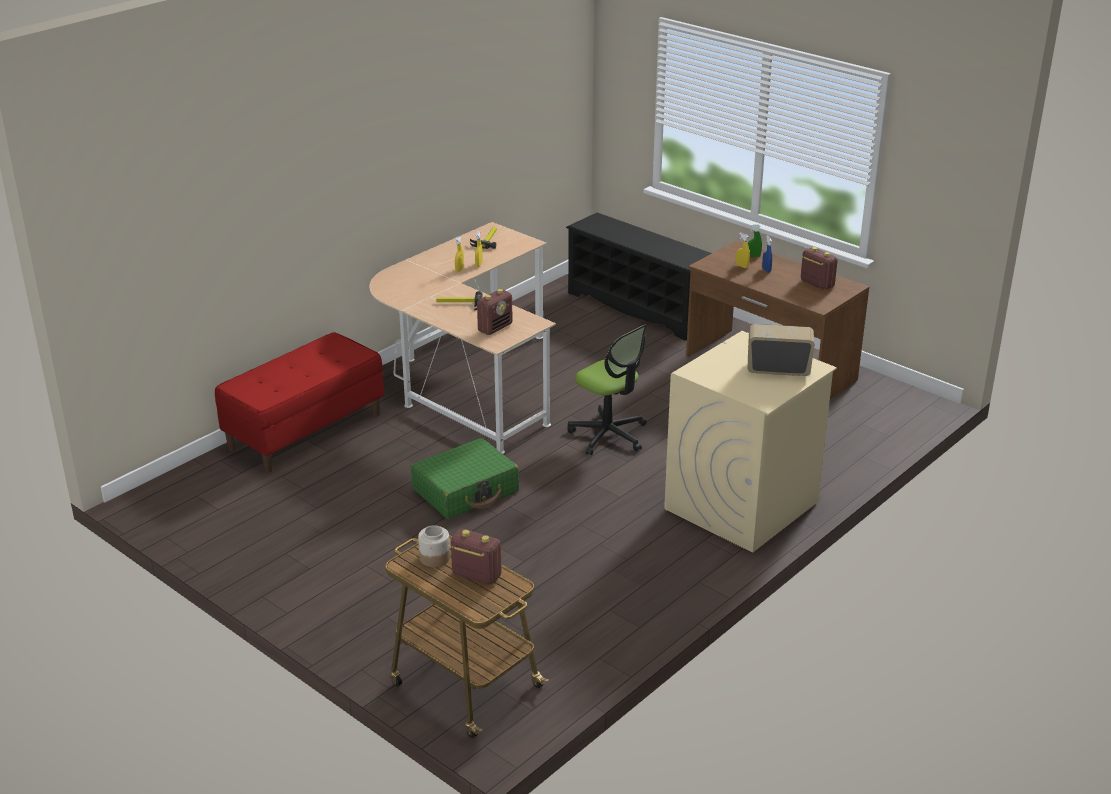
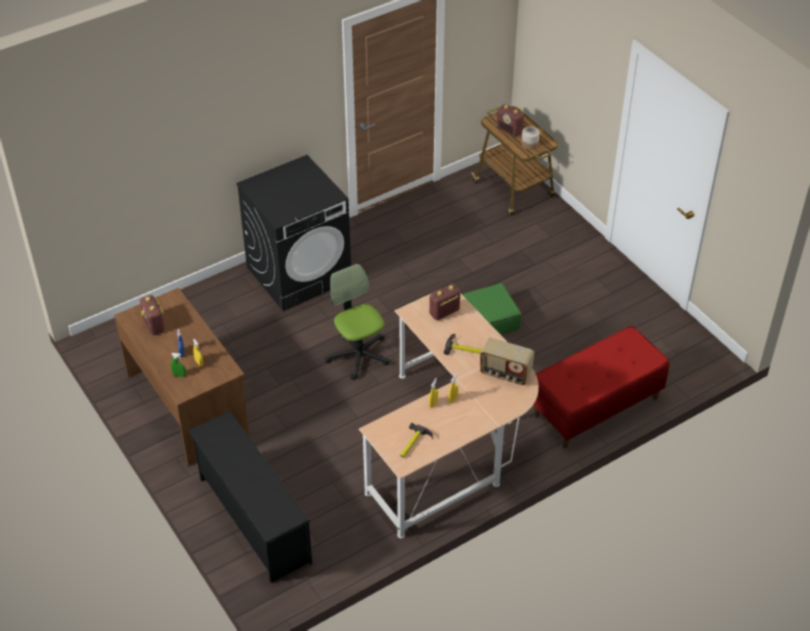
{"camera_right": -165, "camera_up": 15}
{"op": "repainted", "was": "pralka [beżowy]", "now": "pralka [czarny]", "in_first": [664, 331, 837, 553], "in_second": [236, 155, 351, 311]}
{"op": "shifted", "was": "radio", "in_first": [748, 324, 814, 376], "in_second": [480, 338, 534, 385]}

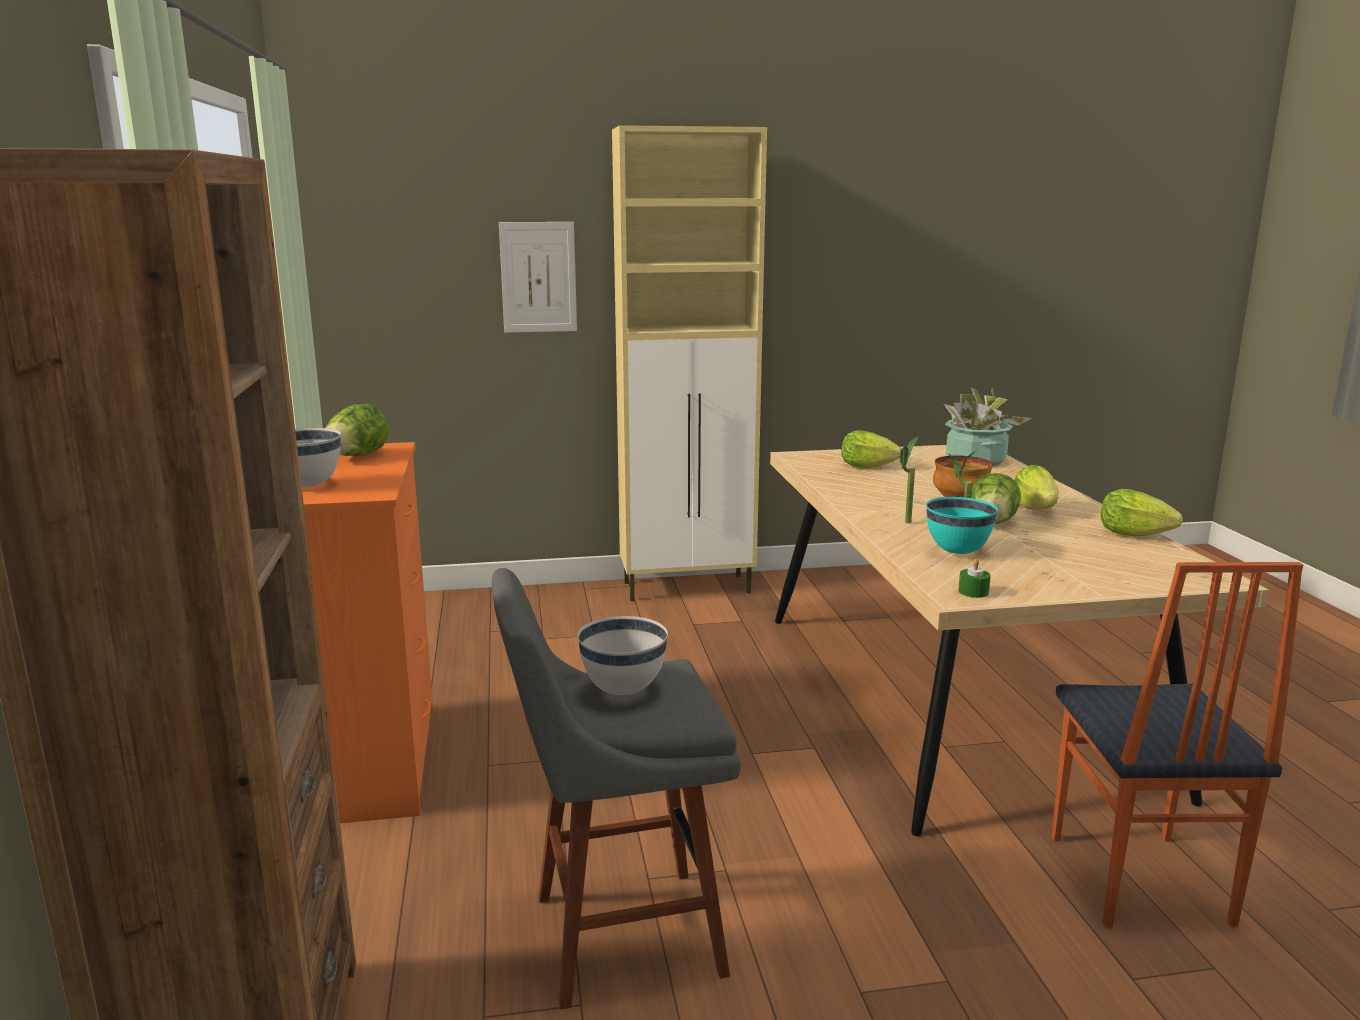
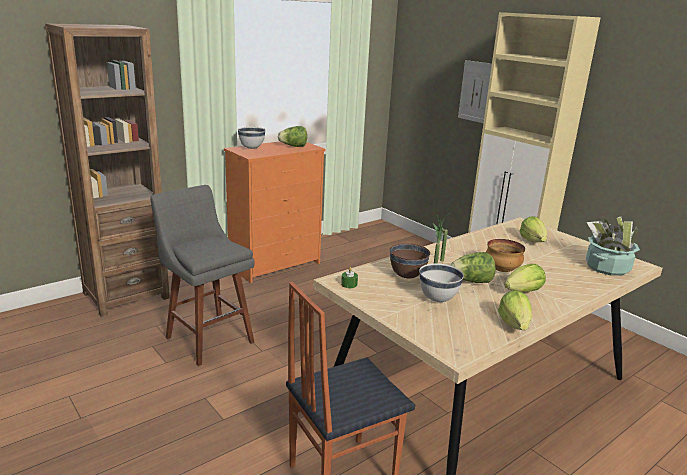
{"camera_right": 60, "camera_up": 5}
{"op": "repainted", "was": "miska [turkusowy]", "now": "miska [brązowy]", "in_first": [926, 497, 998, 554], "in_second": [390, 243, 430, 278]}
{"op": "shifted", "was": "miska [biały]", "in_first": [577, 616, 668, 695], "in_second": [419, 263, 464, 302]}

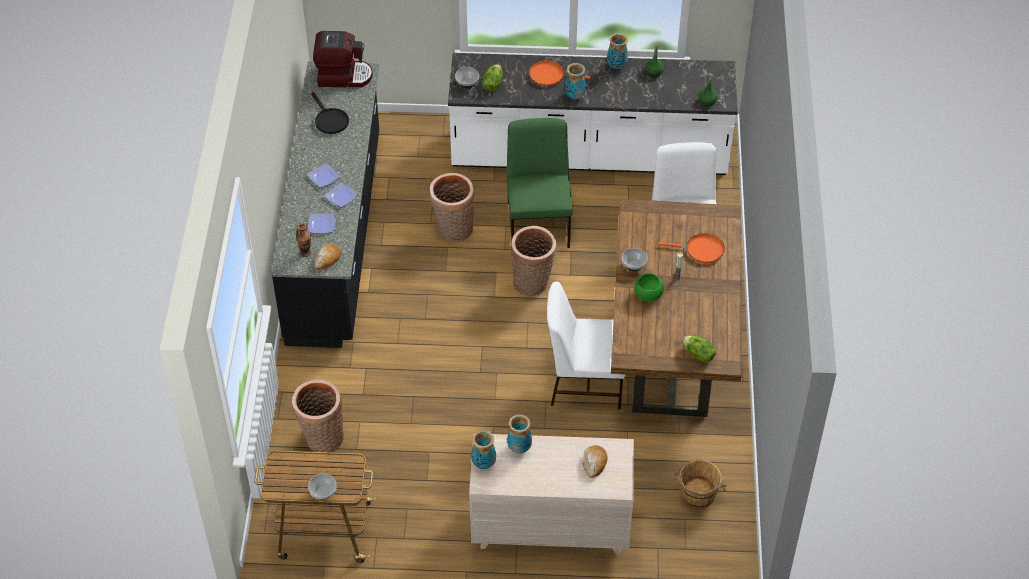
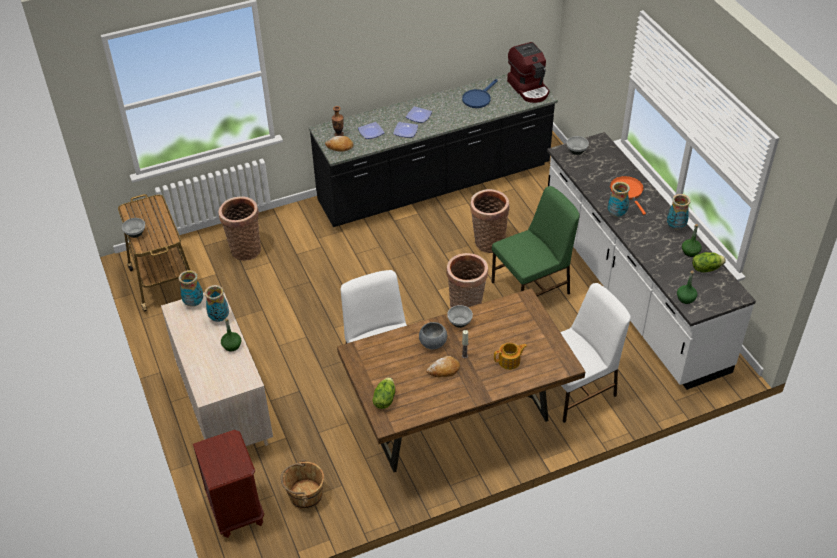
{"camera_right": 65, "camera_up": -5}
{"op": "new", "now": "szafka nocna [brązowy]", "in_second": [193, 430, 264, 538]}
{"op": "new", "now": "butelka [zielony]", "in_second": [221, 319, 241, 352]}
{"op": "repainted", "was": "miska [zielony]", "now": "miska [szary]", "in_first": [635, 273, 664, 302], "in_second": [419, 322, 447, 349]}
{"op": "shifted", "was": "chleb", "in_first": [582, 445, 607, 478], "in_second": [426, 356, 460, 377]}
{"op": "repainted", "was": "patelnia [czarny]", "now": "patelnia [niebieski]", "in_first": [311, 92, 349, 134], "in_second": [462, 79, 498, 108]}
{"op": "swapped", "was": "patelnia [pomarańczowy]", "now": "imbryk", "in_first": [658, 233, 725, 263], "in_second": [494, 343, 527, 370]}
{"op": "shifted", "was": "sałata", "in_first": [482, 64, 503, 91], "in_second": [692, 252, 726, 272]}

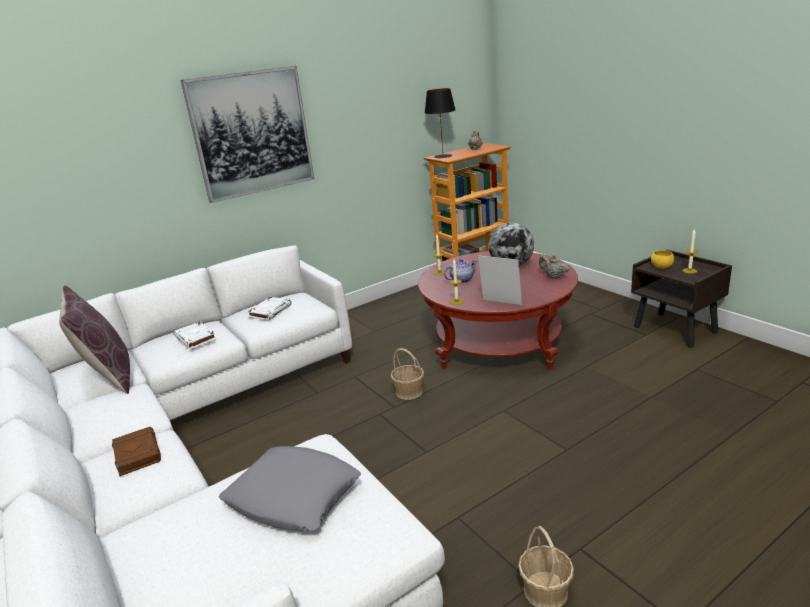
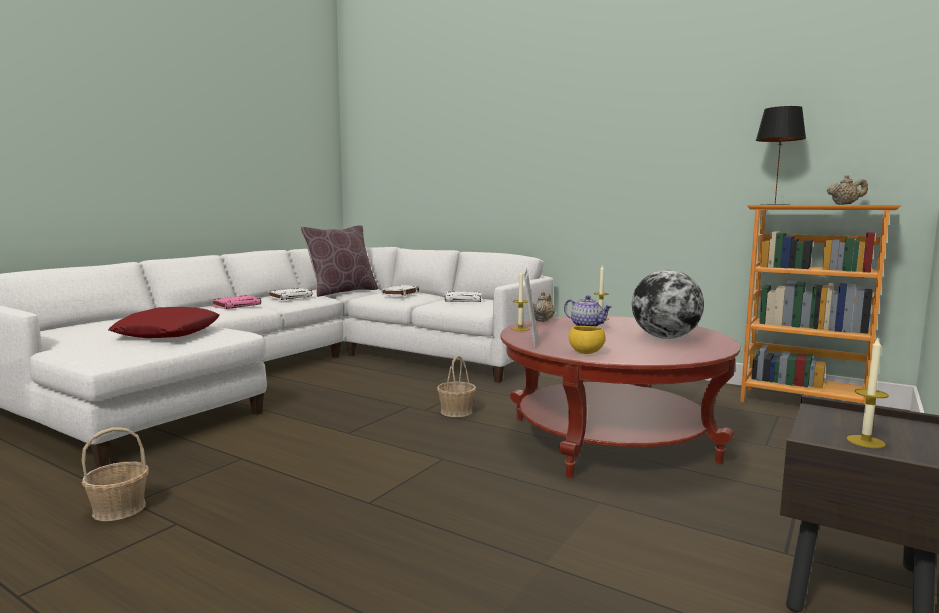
{"camera_right": 65, "camera_up": -15}
{"op": "repainted", "was": "poduszka [szary]", "now": "poduszka [czerwony]", "in_first": [219, 446, 361, 531], "in_second": [108, 307, 220, 338]}
{"op": "repainted", "was": "książka [brązowy]", "now": "książka [różowy]", "in_first": [112, 427, 161, 476], "in_second": [211, 295, 261, 309]}
{"op": "new", "now": "książka [biały]", "in_second": [268, 288, 312, 300]}
{"op": "shifted", "was": "imbryk [beżowy]", "in_first": [539, 255, 570, 279], "in_second": [533, 291, 555, 322]}
{"op": "shifted", "was": "miska [żółty]", "in_first": [651, 250, 674, 269], "in_second": [569, 326, 606, 354]}
{"op": "gone", "was": "obraz", "in_first": [181, 66, 314, 203]}

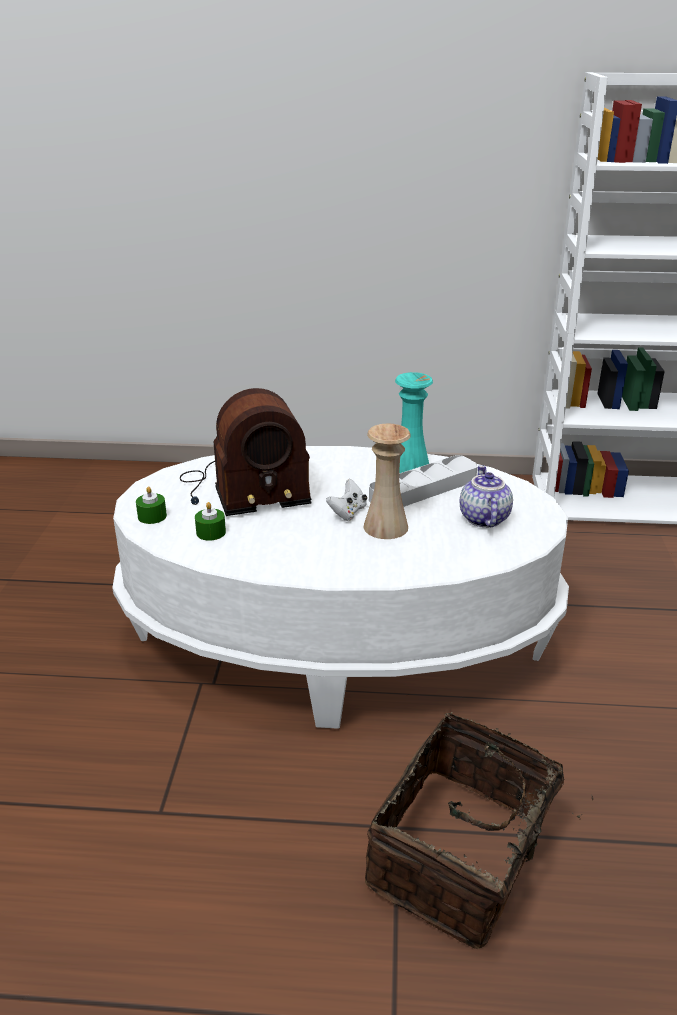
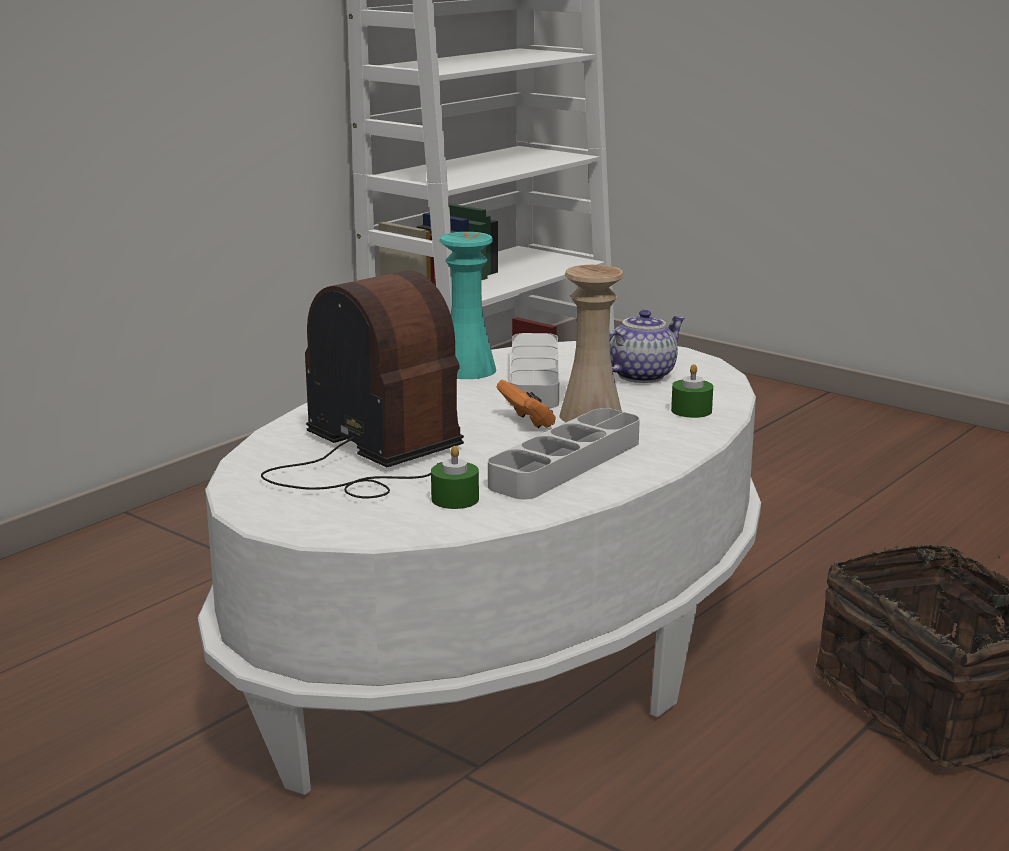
{"camera_right": -55, "camera_up": -10}
{"op": "rotated", "was": "radio", "in_first": [180, 388, 312, 516], "in_second": [261, 270, 464, 498], "clockwise": -60}
{"op": "new", "now": "taca [szary]", "in_second": [488, 408, 640, 499]}
{"op": "repainted", "was": "pad do gier [biały]", "now": "pad do gier [pomarańczowy]", "in_first": [326, 479, 367, 521], "in_second": [496, 380, 556, 428]}
{"op": "rotated", "was": "imbryk", "in_first": [460, 465, 513, 527], "in_second": [609, 310, 685, 383], "clockwise": 105}
{"op": "shifted", "was": "świeca [zielony]", "in_first": [136, 486, 167, 524], "in_second": [671, 364, 713, 418]}

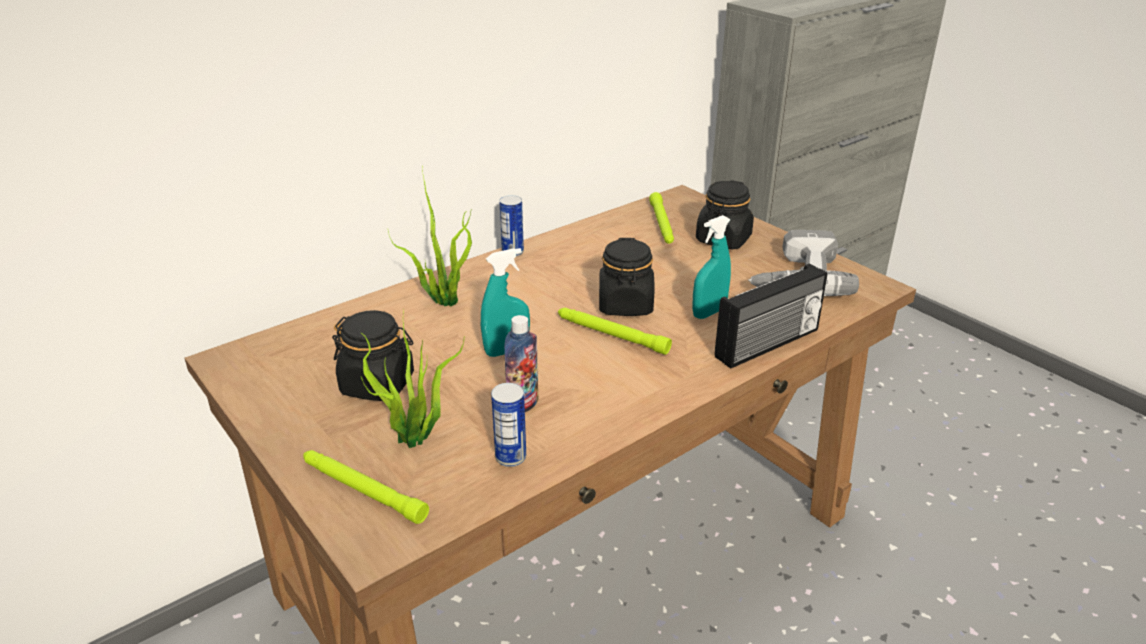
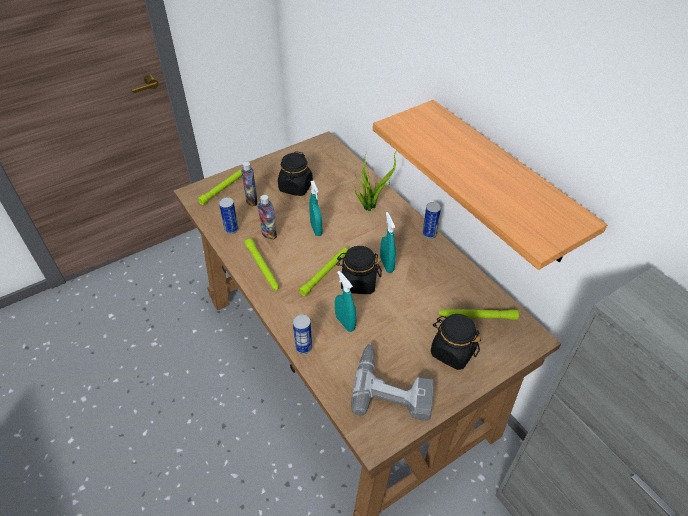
{"camera_right": 95, "camera_up": 15}
{"op": "swapped", "was": "roślina doniczkowa", "now": "butelka", "in_first": [361, 308, 465, 448], "in_second": [241, 162, 258, 206]}
{"op": "new", "now": "latarka [zielony]", "in_second": [244, 239, 279, 290]}
{"op": "swapped", "was": "radio", "now": "puszka", "in_first": [714, 264, 828, 369], "in_second": [293, 315, 312, 354]}
{"op": "new", "now": "półka", "in_second": [373, 100, 607, 270]}
{"op": "new", "now": "spryskiwacz [turkusowy]", "in_second": [380, 212, 396, 273]}

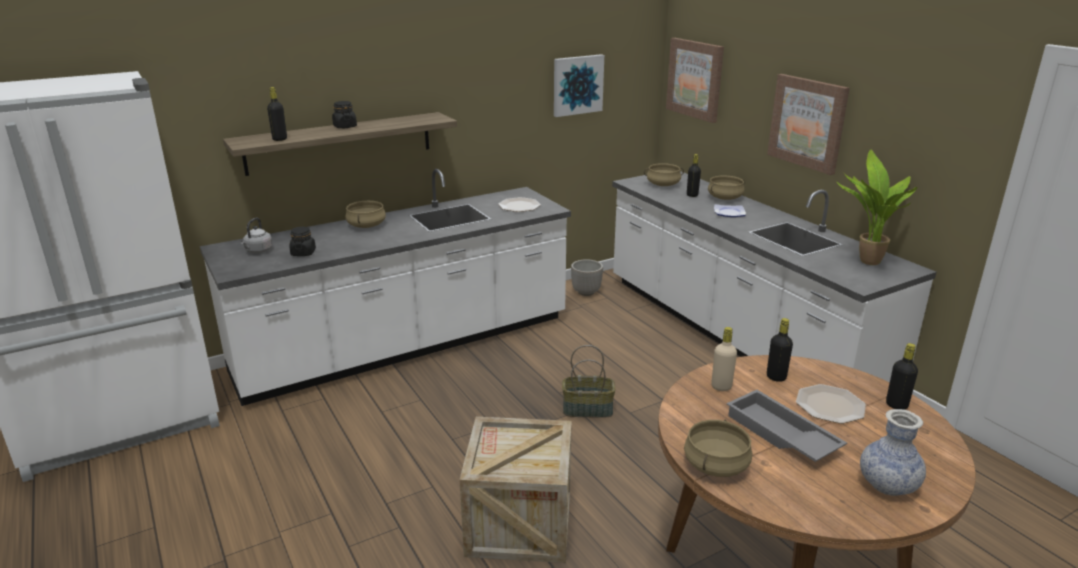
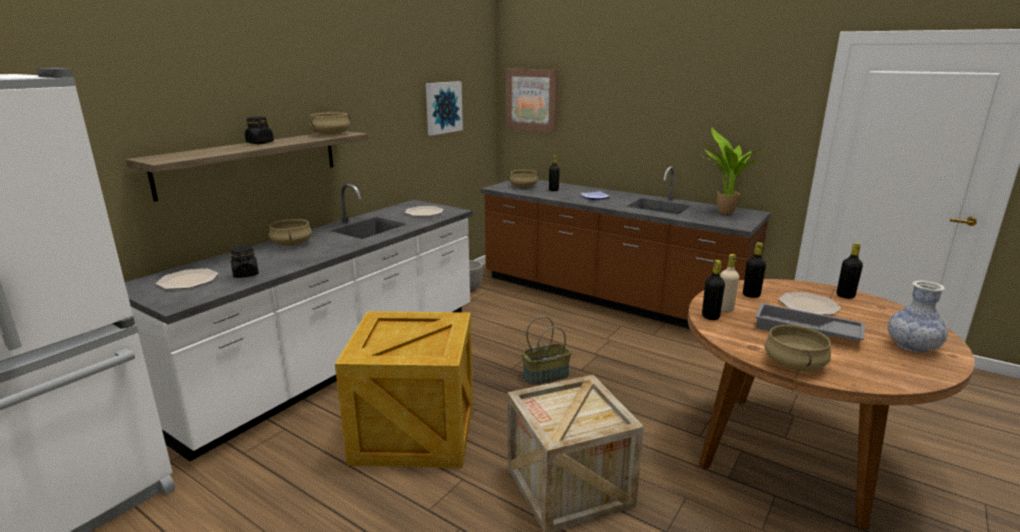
{"camera_right": -25, "camera_up": -5}
{"op": "swapped", "was": "czajnik [szary]", "now": "talerz", "in_first": [240, 218, 273, 253], "in_second": [156, 269, 219, 289]}
{"op": "shifted", "was": "garnek [beżowy]", "in_first": [708, 176, 745, 200], "in_second": [310, 112, 350, 135]}
{"op": "new", "now": "skrzynka", "in_second": [335, 311, 473, 468]}
{"op": "repainted", "was": "zabudowa kuchenna [biały]", "now": "zabudowa kuchenna [brązowy]", "in_first": [612, 171, 937, 382], "in_second": [481, 166, 771, 329]}
{"op": "shifted", "was": "butelka [czarny]", "in_first": [267, 87, 287, 141], "in_second": [702, 260, 725, 320]}
{"op": "gone", "was": "obraz", "in_first": [767, 74, 850, 175]}

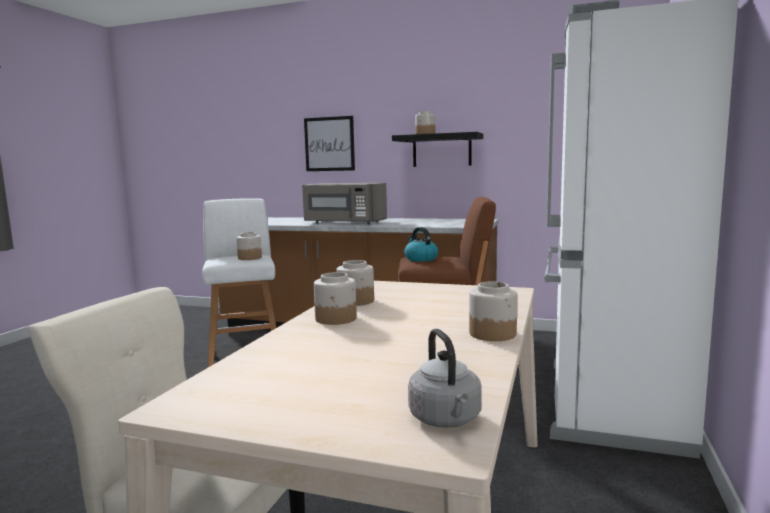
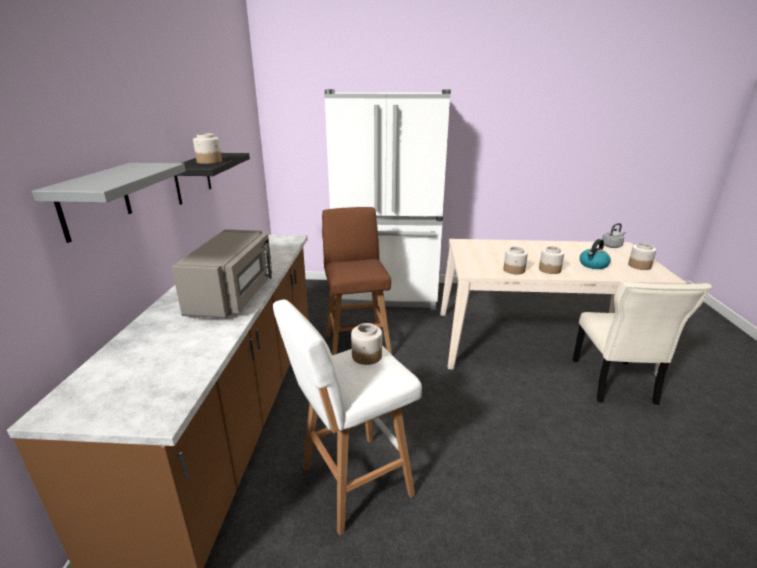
{"camera_right": -105, "camera_up": 15}
{"op": "swapped", "was": "obraz", "now": "półka [szary]", "in_first": [304, 116, 355, 171], "in_second": [32, 163, 185, 243]}
{"op": "shifted", "was": "czajnik", "in_first": [404, 227, 438, 262], "in_second": [580, 239, 611, 269]}
{"op": "shifted", "was": "słoik", "in_first": [469, 281, 517, 341], "in_second": [628, 243, 656, 270]}

